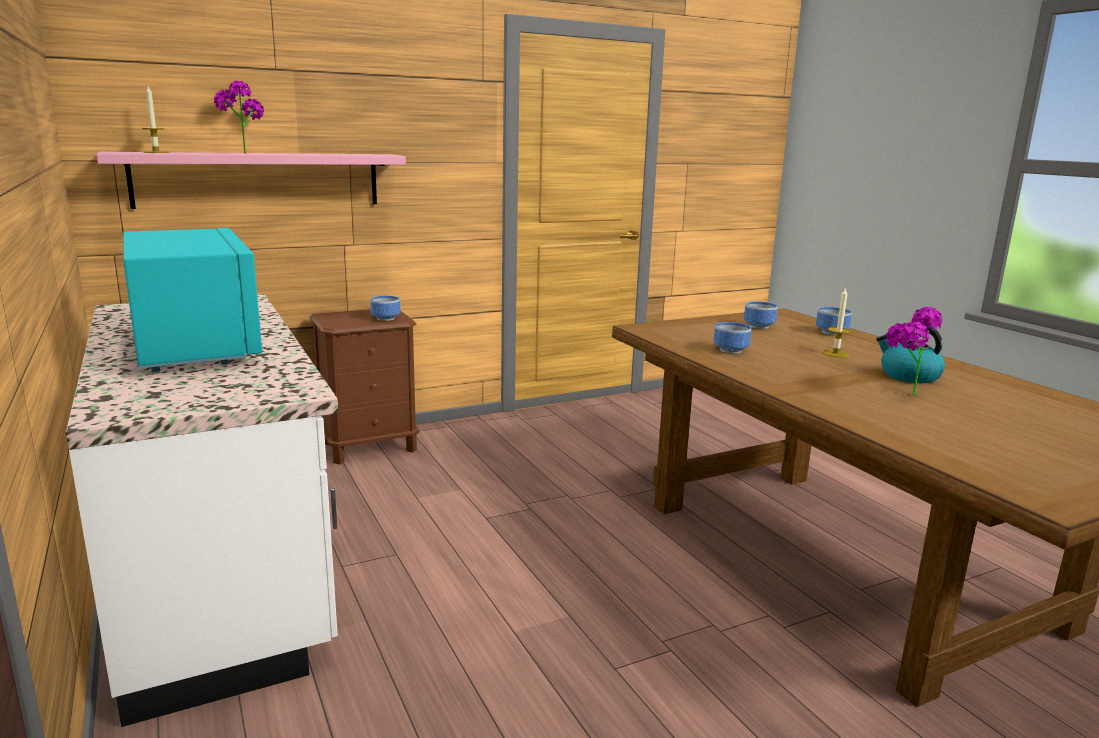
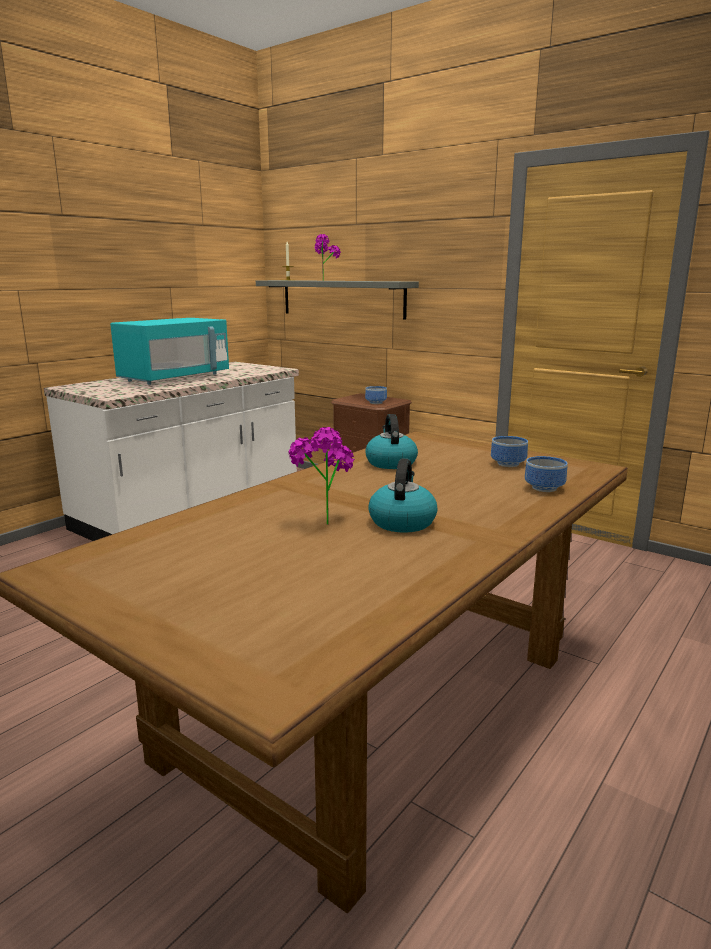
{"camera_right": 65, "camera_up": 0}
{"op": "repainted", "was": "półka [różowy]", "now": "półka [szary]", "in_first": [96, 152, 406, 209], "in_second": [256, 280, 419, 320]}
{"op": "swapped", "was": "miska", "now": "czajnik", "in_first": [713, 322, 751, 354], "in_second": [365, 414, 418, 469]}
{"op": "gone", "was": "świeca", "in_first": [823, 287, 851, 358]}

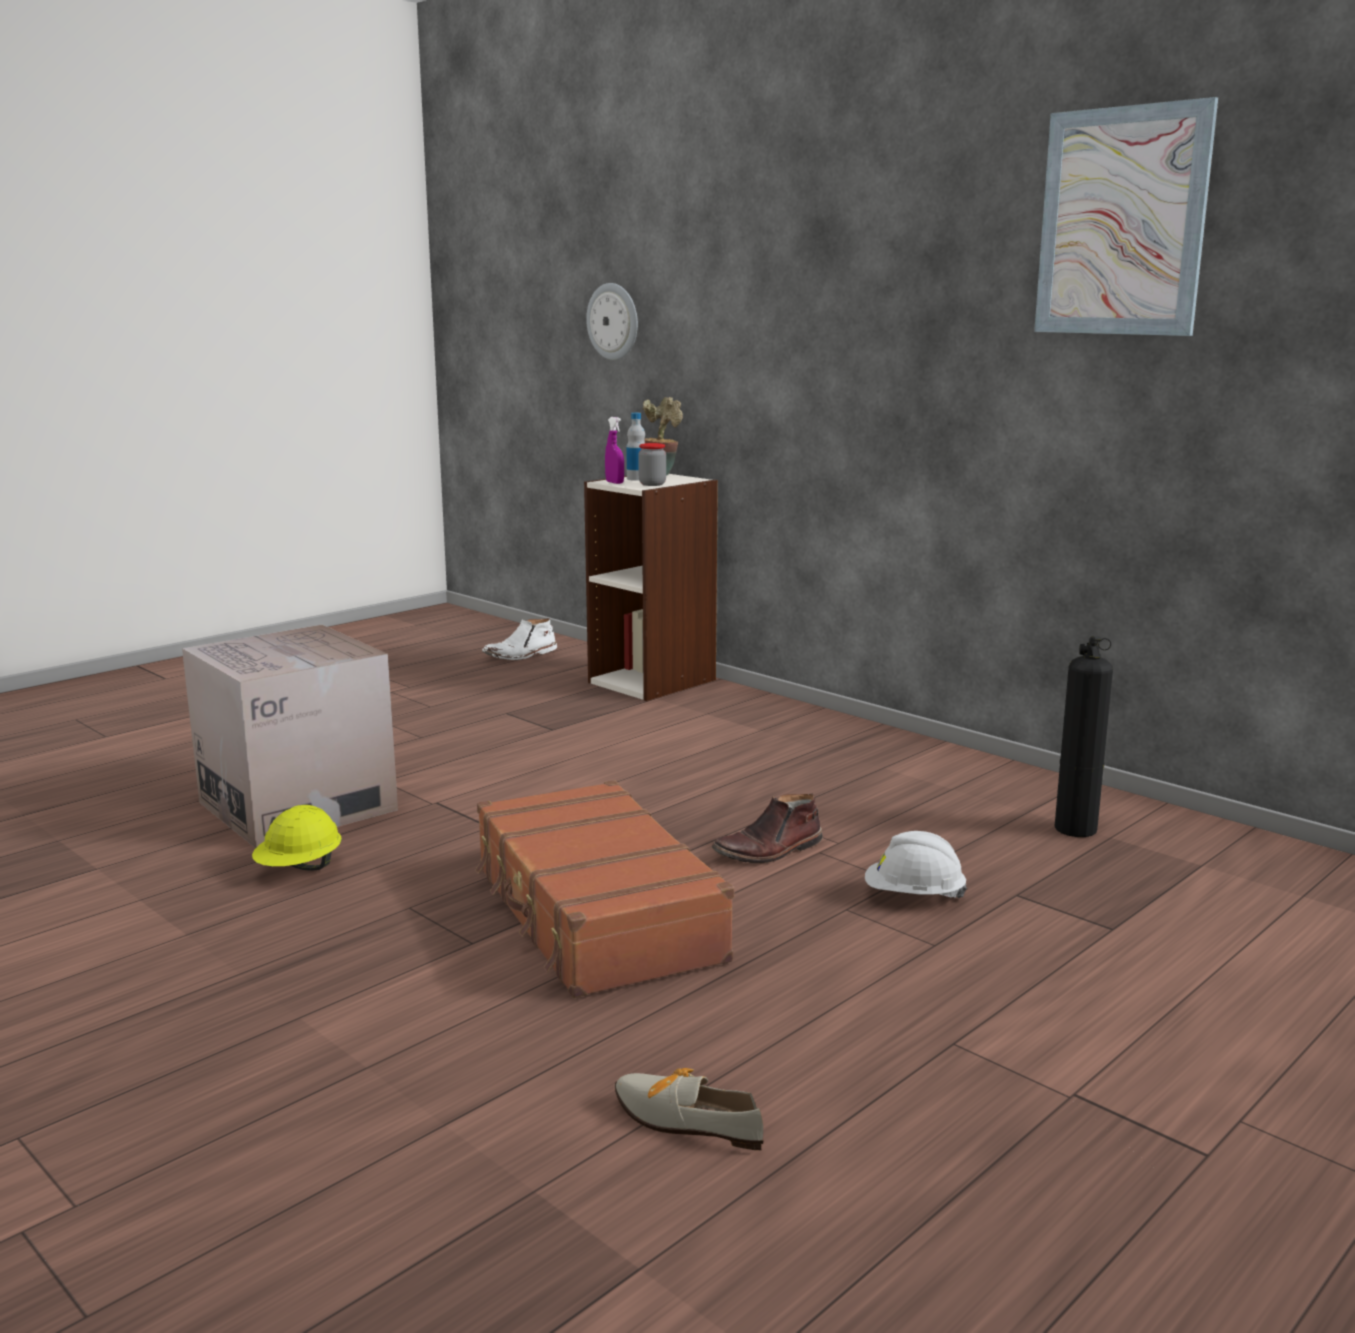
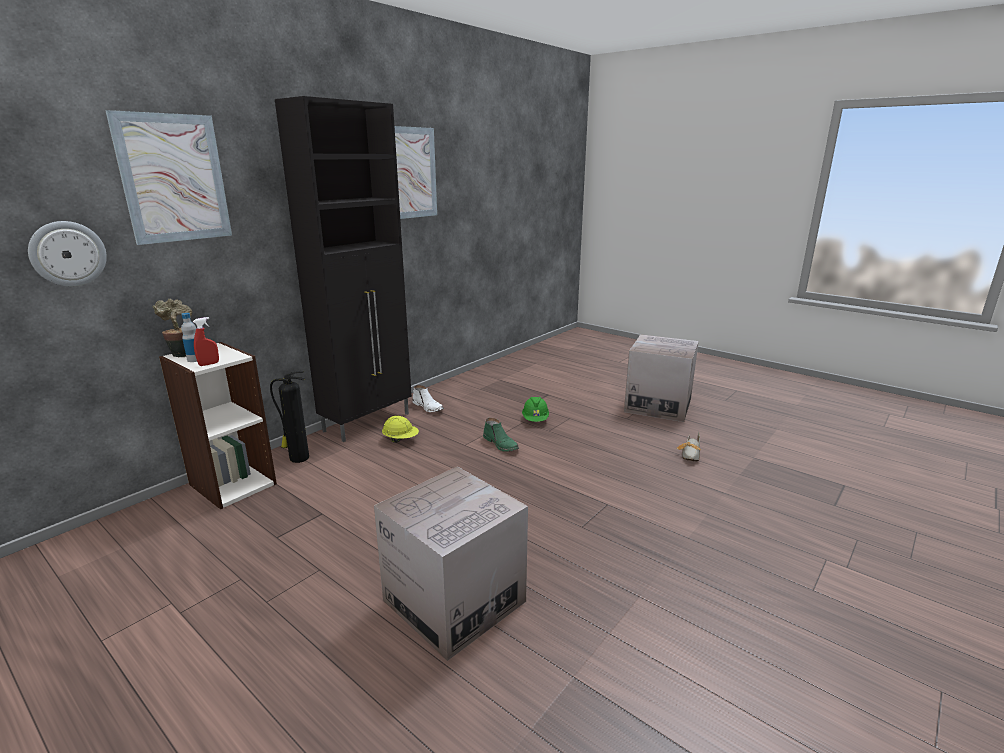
{"camera_right": -95, "camera_up": 5}
{"op": "new", "now": "obraz", "in_second": [105, 110, 232, 245]}
{"op": "repainted", "was": "spryskiwacz [fioletowy]", "now": "spryskiwacz [czerwony]", "in_first": [605, 417, 624, 484], "in_second": [193, 317, 219, 366]}
{"op": "shifted", "was": "gaśnica", "in_first": [1055, 636, 1113, 837], "in_second": [270, 371, 309, 463]}
{"op": "new", "now": "szafka [czarny]", "in_second": [275, 96, 412, 442]}
{"op": "shifted", "was": "kask [żółty]", "in_first": [252, 805, 342, 871], "in_second": [382, 416, 419, 443]}
{"op": "shifted", "was": "but z cholewką [biały]", "in_first": [482, 618, 557, 660], "in_second": [412, 385, 444, 412]}
{"op": "repainted", "was": "but z cholewką [brązowy]", "now": "but z cholewką [zielony]", "in_first": [712, 794, 823, 864], "in_second": [483, 418, 519, 452]}
{"op": "repainted", "was": "kask [biały]", "now": "kask [zielony]", "in_first": [865, 831, 967, 898], "in_second": [522, 397, 549, 422]}
{"op": "new", "now": "karton", "in_second": [624, 334, 699, 422]}
{"op": "gone", "was": "walizka [brązowy]", "in_first": [475, 780, 735, 998]}
{"op": "gone", "was": "słoik", "in_first": [638, 443, 666, 486]}

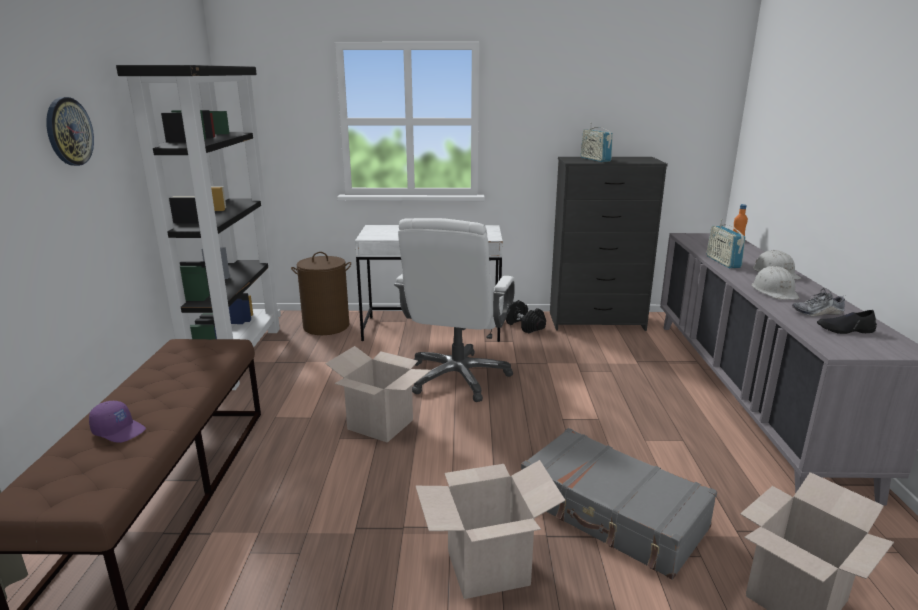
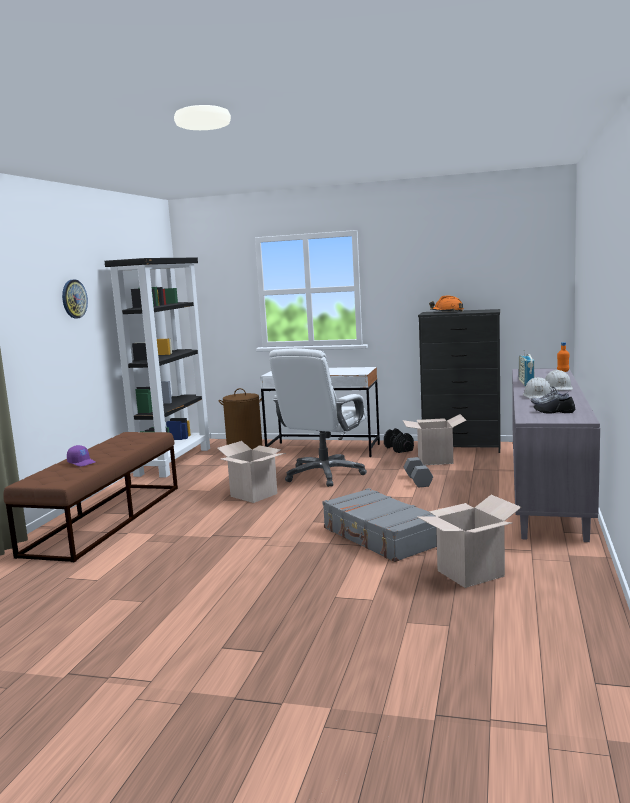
{"camera_right": 15, "camera_up": -10}
{"op": "shifted", "was": "karton", "in_first": [416, 460, 566, 599], "in_second": [403, 414, 466, 465]}
{"op": "new", "now": "hantel [szary]", "in_second": [404, 457, 433, 488]}
{"op": "swapped", "was": "radio", "now": "kask [pomarańczowy]", "in_first": [581, 123, 613, 162], "in_second": [429, 296, 464, 311]}

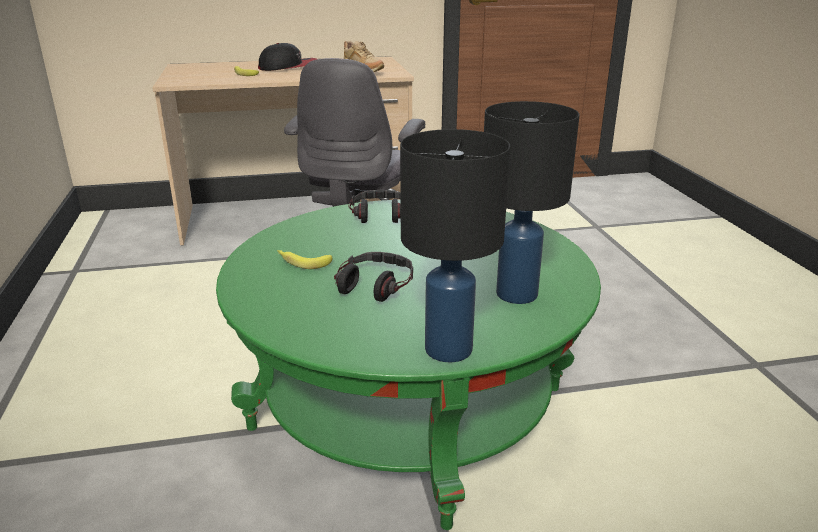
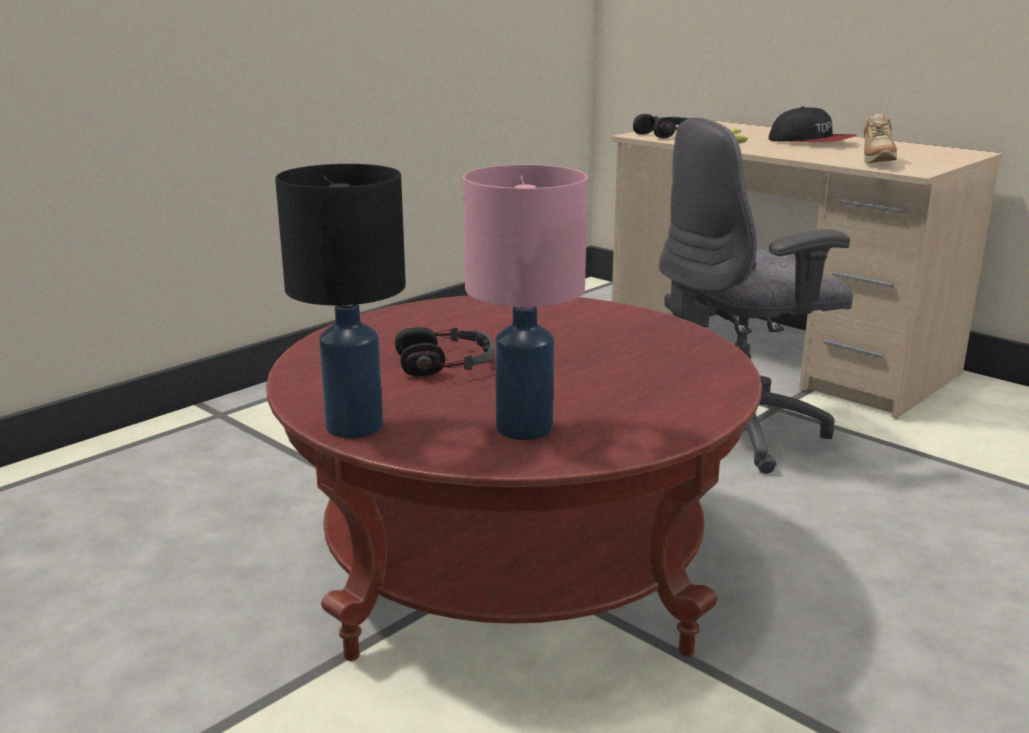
{"camera_right": 55, "camera_up": -5}
{"op": "repainted", "was": "ława [zielony]", "now": "ława [czerwony]", "in_first": [216, 200, 601, 530], "in_second": [266, 295, 762, 661]}
{"op": "repainted", "was": "lampa stołowa [czarny]", "now": "lampa stołowa [różowy]", "in_first": [484, 101, 580, 304], "in_second": [463, 165, 588, 440]}
{"op": "shifted", "was": "słuchawki", "in_first": [349, 190, 401, 223], "in_second": [633, 114, 689, 138]}
{"op": "gone", "was": "banan", "in_first": [277, 250, 332, 269]}

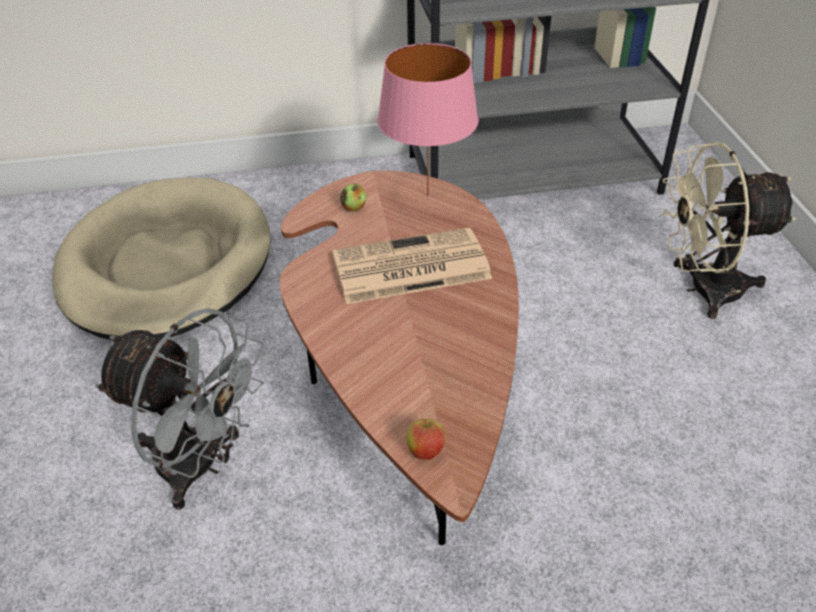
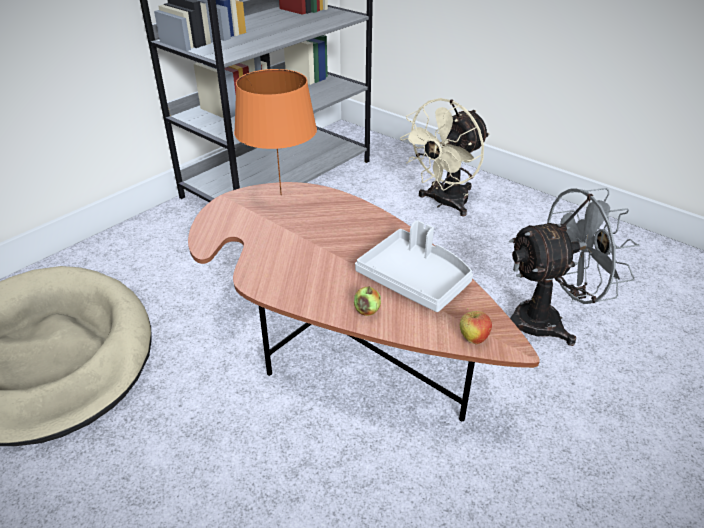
{"camera_right": -40, "camera_up": -5}
{"op": "repainted", "was": "lampa stołowa [różowy]", "now": "lampa stołowa [pomarańczowy]", "in_first": [378, 43, 479, 196], "in_second": [234, 69, 317, 195]}
{"op": "shifted", "was": "jabłko", "in_first": [340, 183, 366, 212], "in_second": [354, 286, 381, 316]}
{"op": "new", "now": "taca [szary]", "in_second": [355, 220, 473, 312]}
{"op": "shifted", "was": "wentylator [szary]", "in_first": [95, 308, 264, 510], "in_second": [509, 188, 639, 346]}
{"op": "gone", "was": "gazeta", "in_first": [332, 228, 492, 304]}

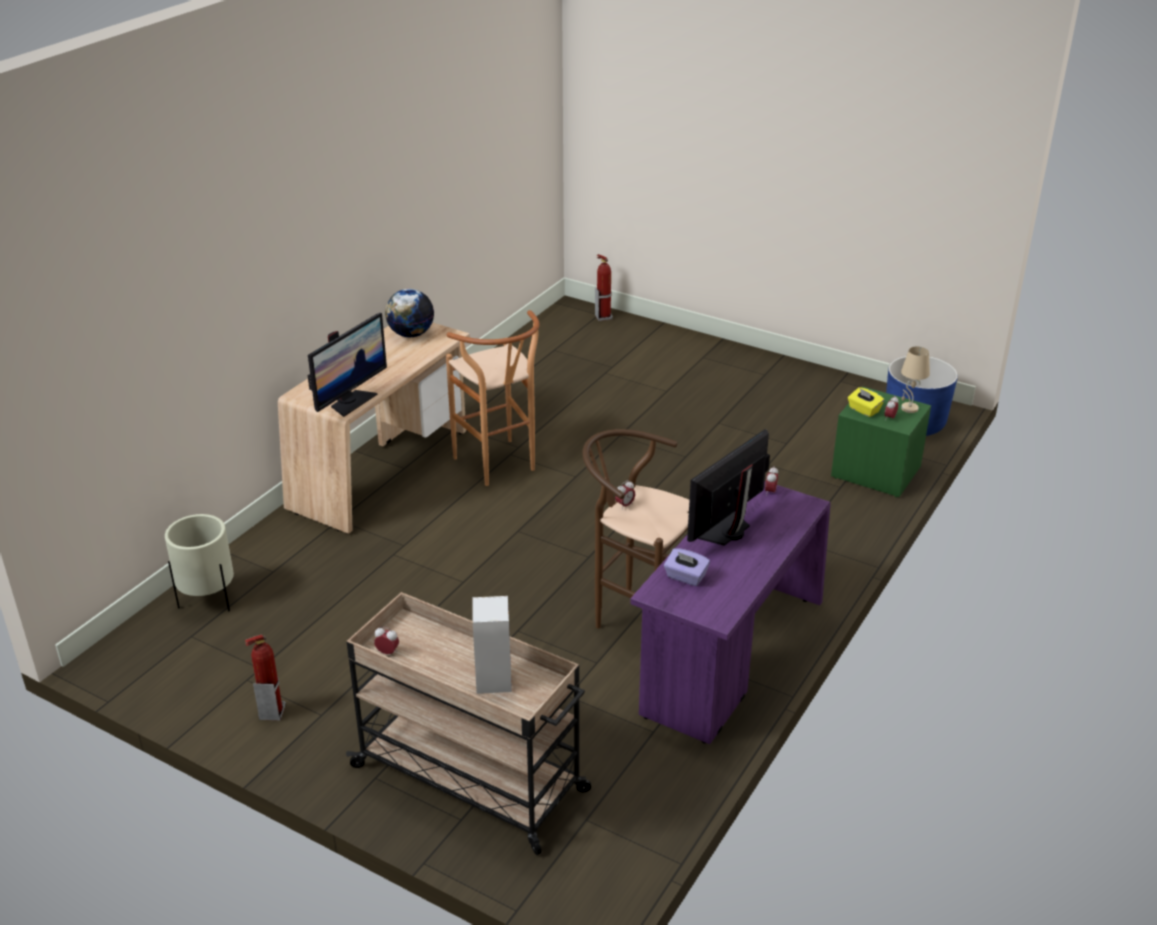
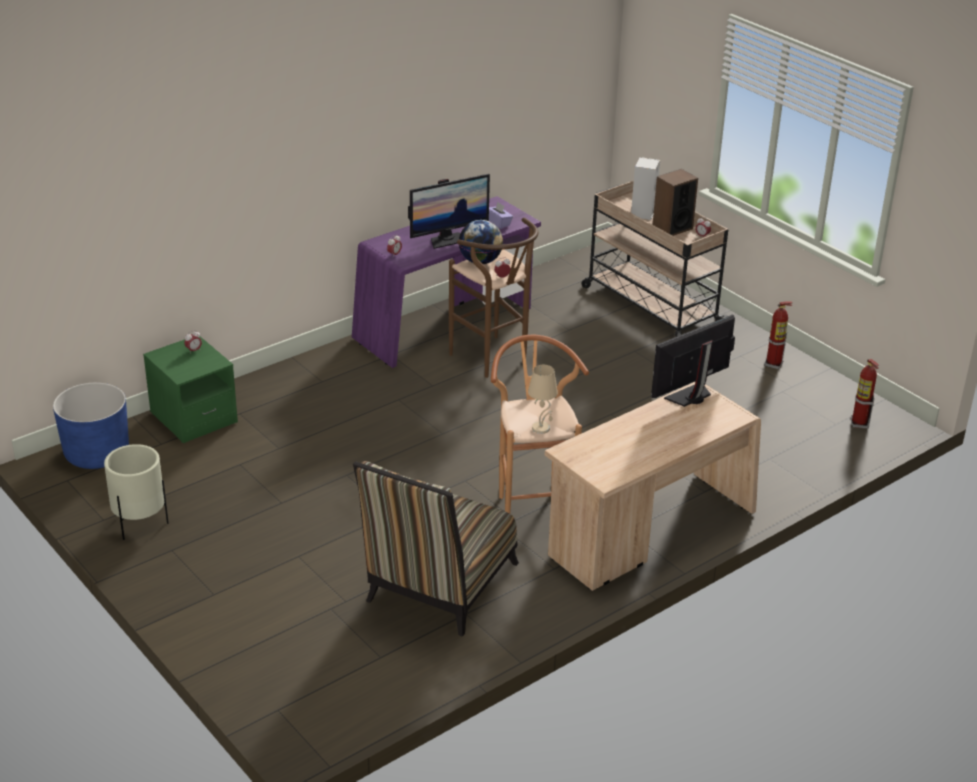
{"camera_right": -160, "camera_up": 0}
{"op": "shifted", "was": "donica [beżowy]", "in_first": [165, 514, 234, 611], "in_second": [104, 444, 169, 540]}
{"op": "new", "now": "krzesło", "in_second": [353, 461, 519, 636]}
{"op": "shifted", "was": "globus", "in_first": [385, 289, 434, 337], "in_second": [459, 220, 503, 264]}
{"op": "shifted", "was": "lampa stołowa [beżowy]", "in_first": [901, 346, 930, 413], "in_second": [528, 365, 558, 434]}
{"op": "new", "now": "głośnik", "in_second": [653, 169, 698, 236]}
{"op": "shifted", "was": "gaśnica", "in_first": [595, 254, 613, 321], "in_second": [851, 359, 879, 429]}
{"op": "gone", "was": "pudełko chusteczek [żółty]", "in_first": [848, 387, 884, 417]}

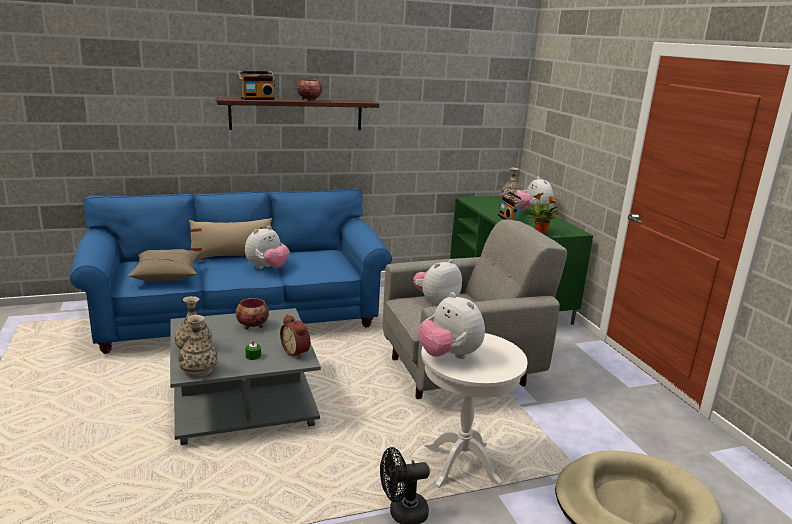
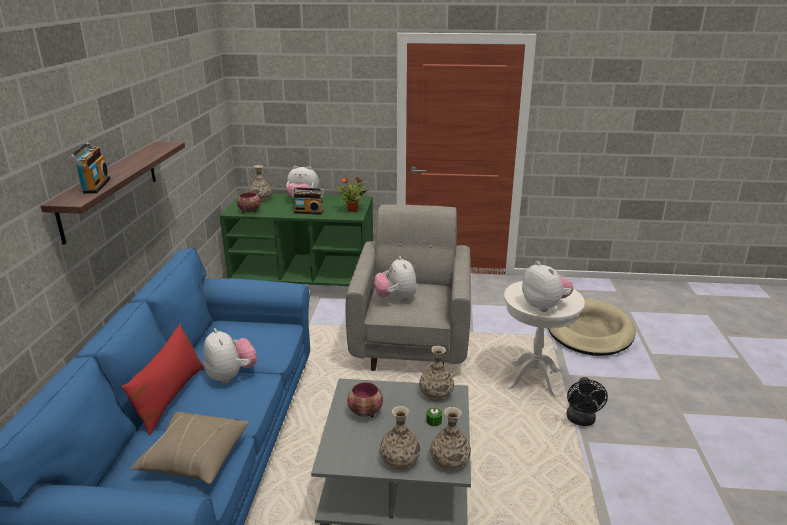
{"camera_right": -65, "camera_up": 5}
{"op": "repainted", "was": "poduszka [beżowy]", "now": "poduszka [czerwony]", "in_first": [189, 218, 272, 260], "in_second": [121, 324, 204, 435]}
{"op": "shifted", "was": "miska", "in_first": [297, 79, 322, 101], "in_second": [237, 192, 261, 213]}
{"op": "swapped", "was": "budzik", "now": "wazon", "in_first": [280, 315, 310, 358], "in_second": [419, 346, 454, 401]}
{"op": "rotated", "was": "pluszak", "in_first": [418, 292, 485, 359], "in_second": [522, 261, 574, 312], "clockwise": -105}

